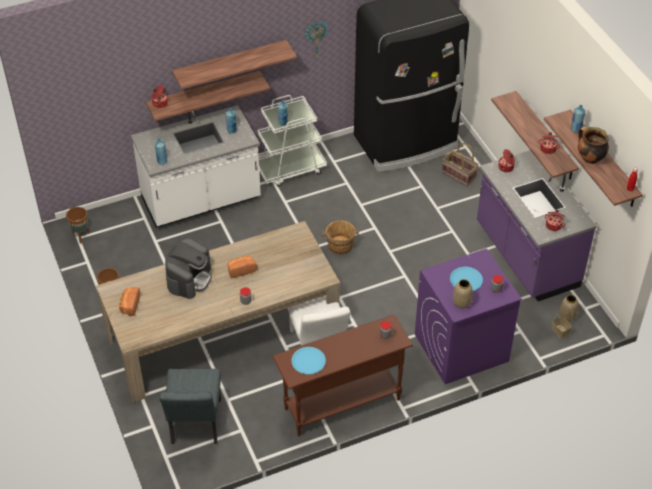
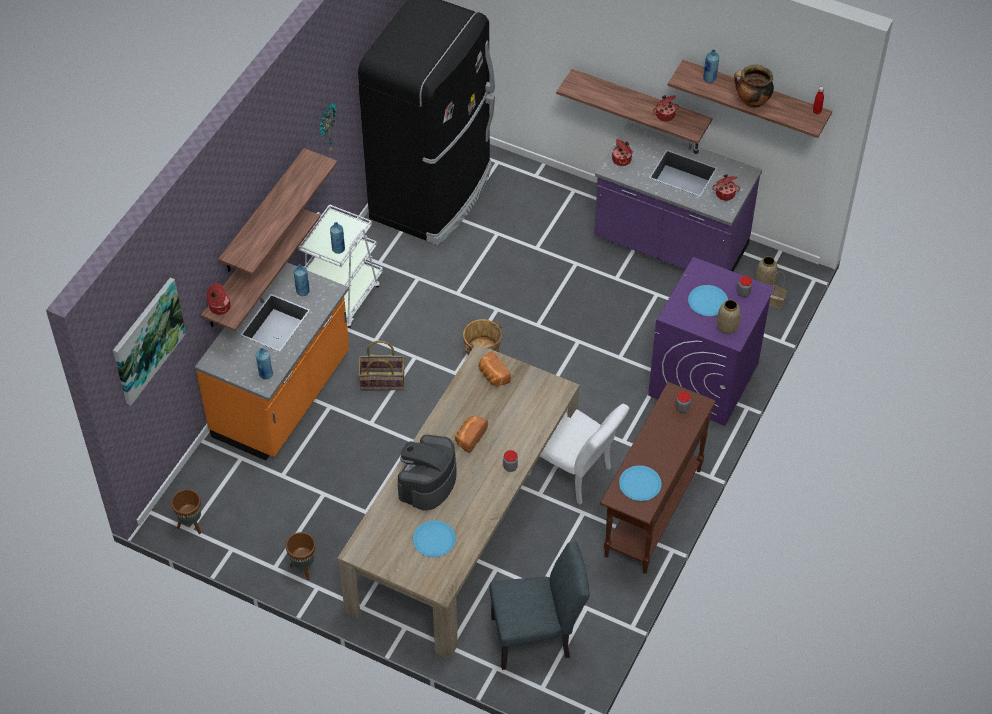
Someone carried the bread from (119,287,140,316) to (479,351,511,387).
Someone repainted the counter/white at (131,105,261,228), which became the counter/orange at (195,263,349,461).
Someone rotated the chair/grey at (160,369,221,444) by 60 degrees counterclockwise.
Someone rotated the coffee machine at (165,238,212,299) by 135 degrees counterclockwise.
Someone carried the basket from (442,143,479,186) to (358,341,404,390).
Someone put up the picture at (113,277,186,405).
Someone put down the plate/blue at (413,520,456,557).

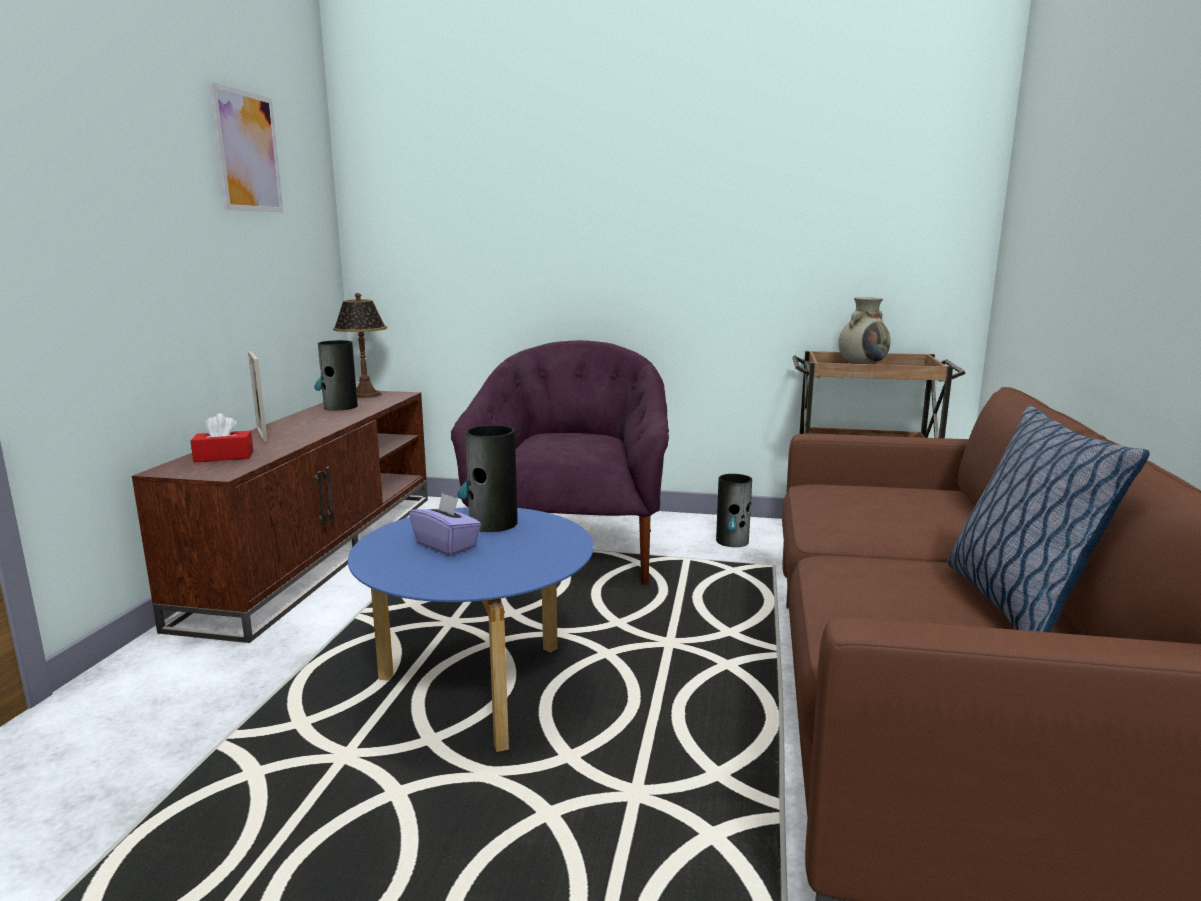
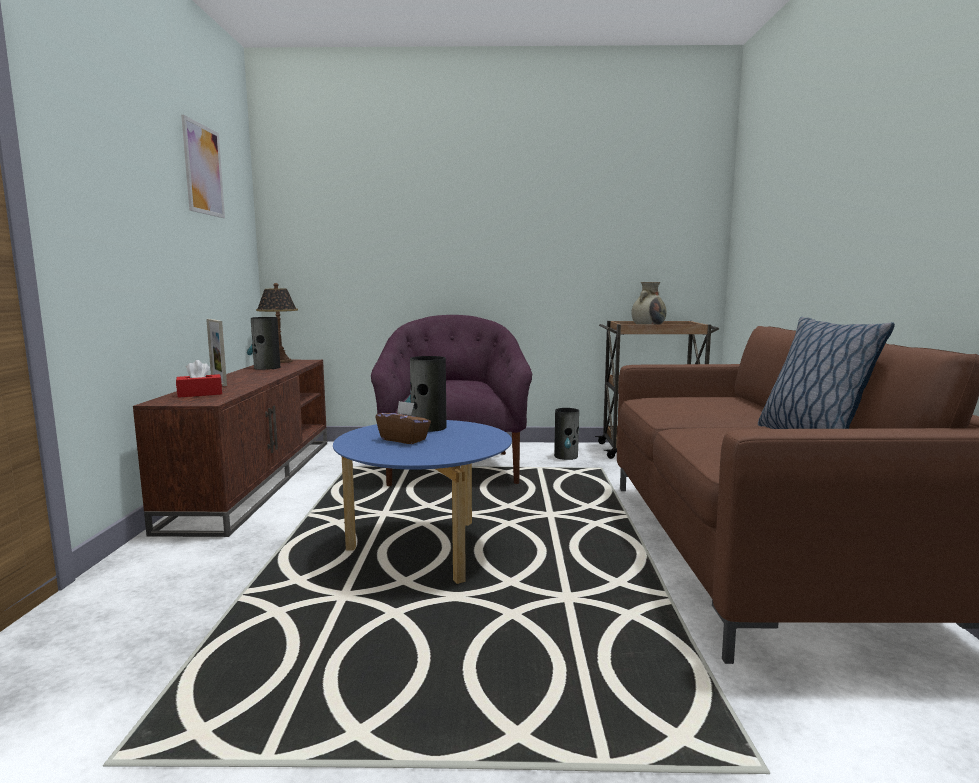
Someone repainted the tissue box/purple at (409,493,482,556), which became the tissue box/brown at (376,401,431,444).

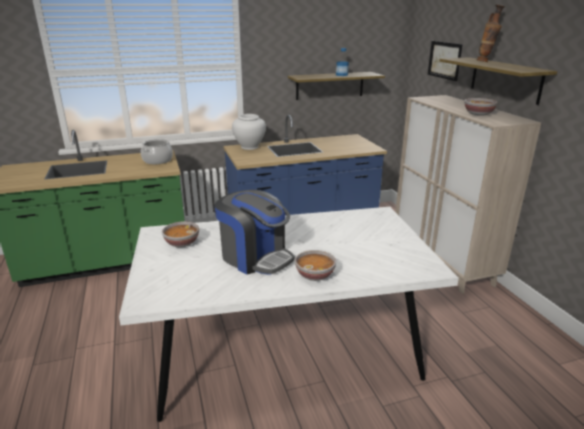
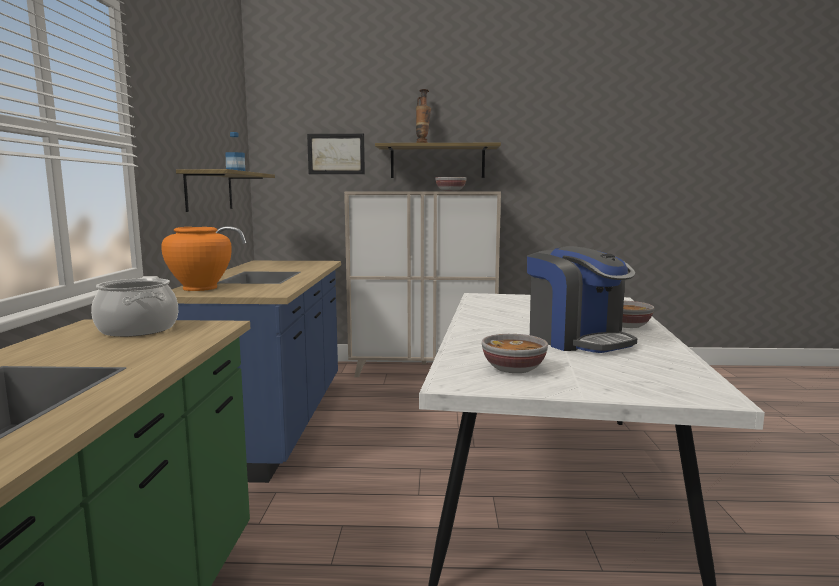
Someone rotated the coffee machine at (214,190,295,275) by 90 degrees clockwise.
Someone repainted the vase/white at (232,114,266,150), which became the vase/orange at (161,227,232,291).

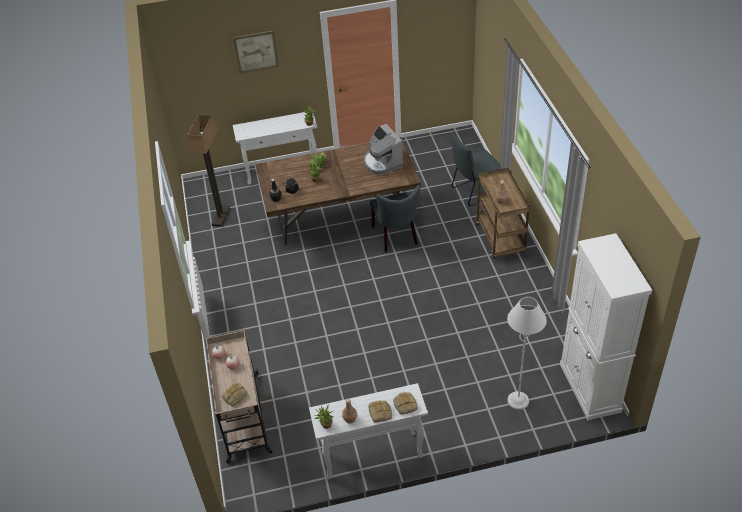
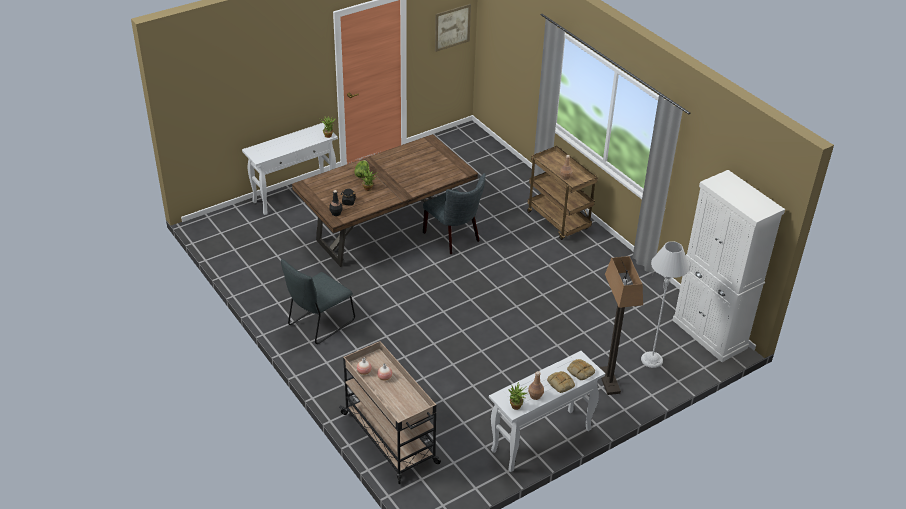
Someone carried the floor lamp from (187,114,230,227) to (599,256,643,395).
Someone took away the bread at (222,383,247,406).
Someone carried the picture from (233,30,279,74) to (435,4,471,52).
Someone took away the coffee machine at (363,124,404,175).
Someone carried the chair/grey from (451,132,501,206) to (281,259,355,344).

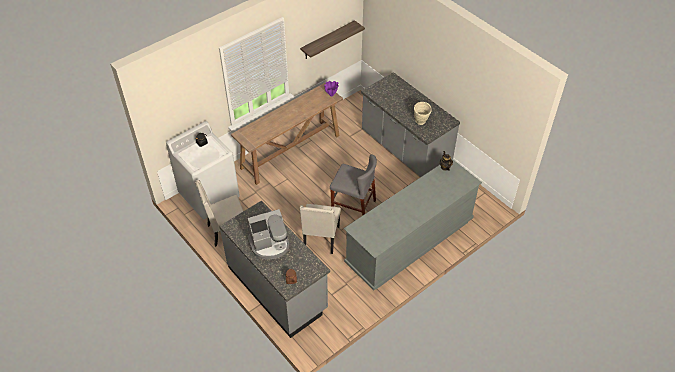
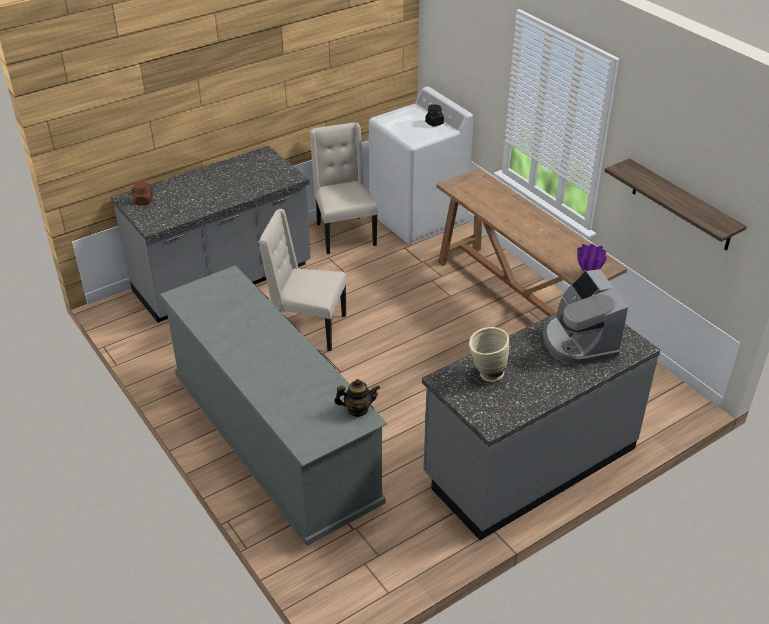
Someone carried the coffee machine from (247,209,289,259) to (542,269,628,365).
Someone took away the chair/grey at (330,155,377,216).

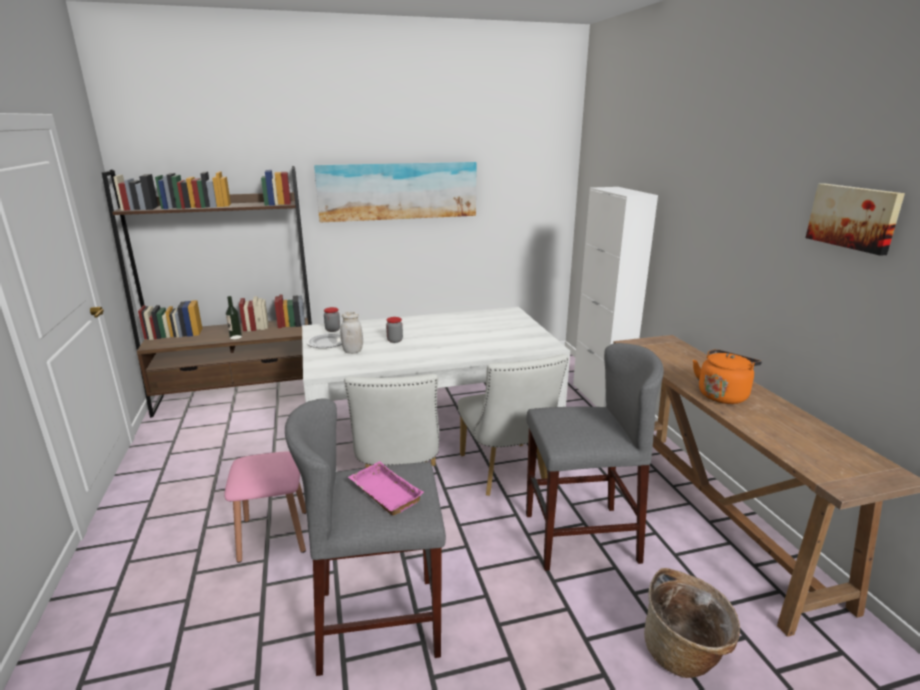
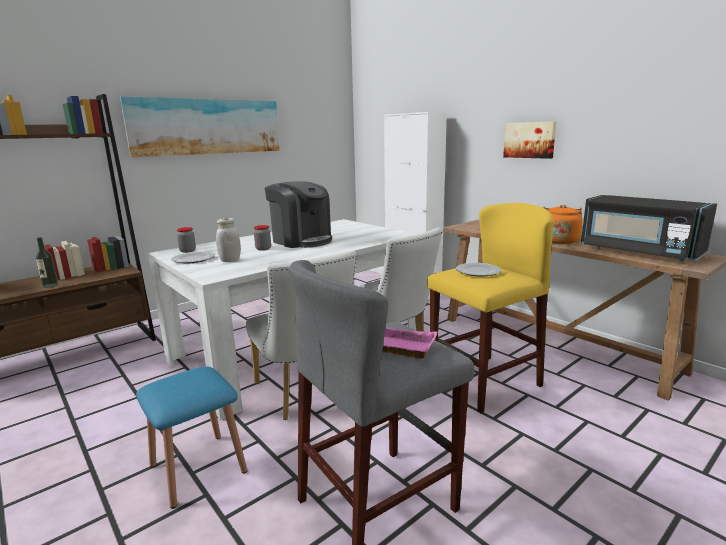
Someone repainted the stool/pink at (224,451,306,563), which became the stool/blue at (136,366,247,509).
Someone repainted the stool/grey at (526,343,664,571), which became the stool/yellow at (427,203,554,413).
Someone took away the basket at (644,568,740,678).
Someone carried the picture from (806,183,905,256) to (503,121,557,159).
Someone put down the coffee machine at (265,181,332,248).
Someone put down the plate at (456,263,501,276).
Someone put down the microwave/black at (581,195,717,262).

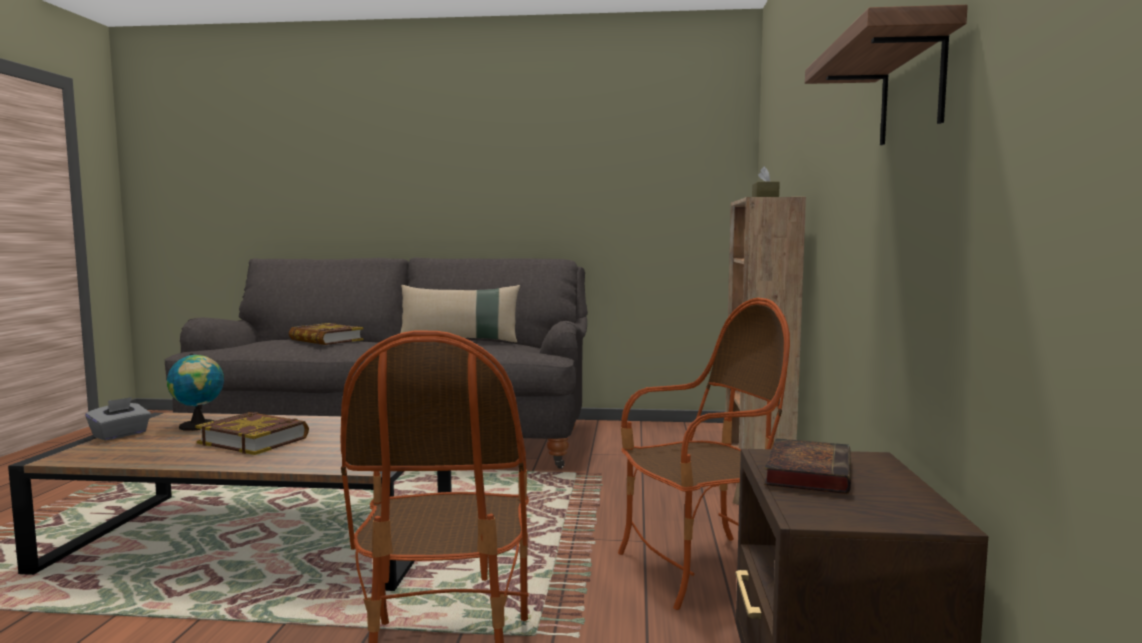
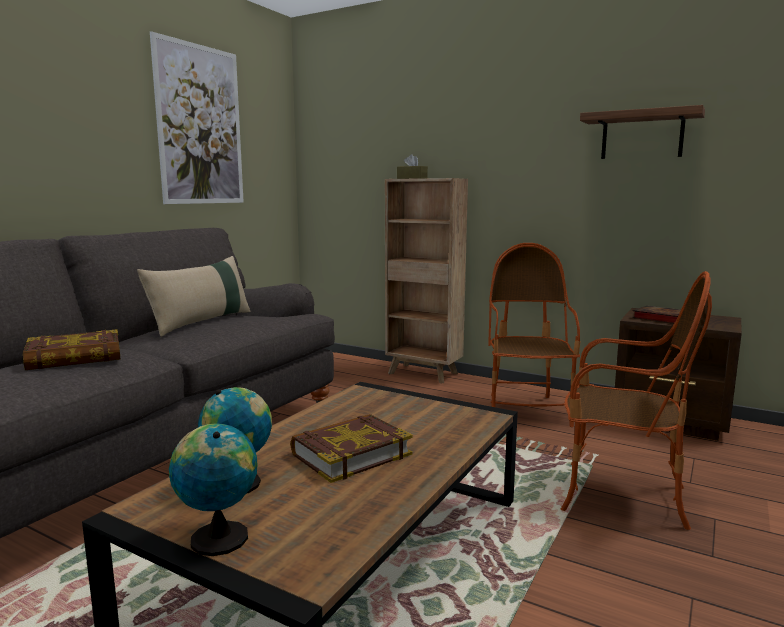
Someone swapped the tissue box/grey at (86,397,151,441) for the globe at (169,423,257,556).
Someone put up the picture at (150,31,244,204).

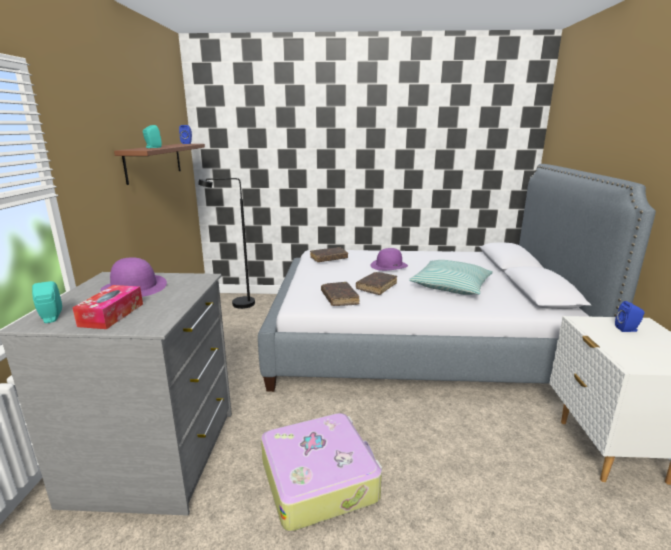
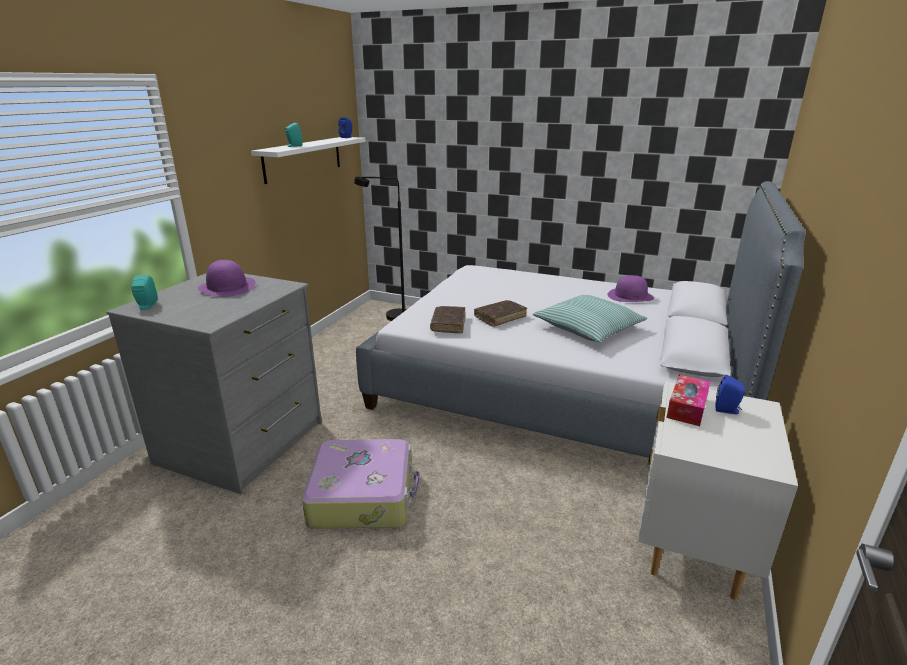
Someone carried the tissue box from (72,285,143,329) to (666,375,711,426).
Someone repainted the shelf/brown at (114,144,205,185), which became the shelf/white at (251,137,365,184).
Someone took away the book/brown at (310,247,348,262).
Someone carried the hat/purple from (370,248,408,271) to (607,275,654,302).

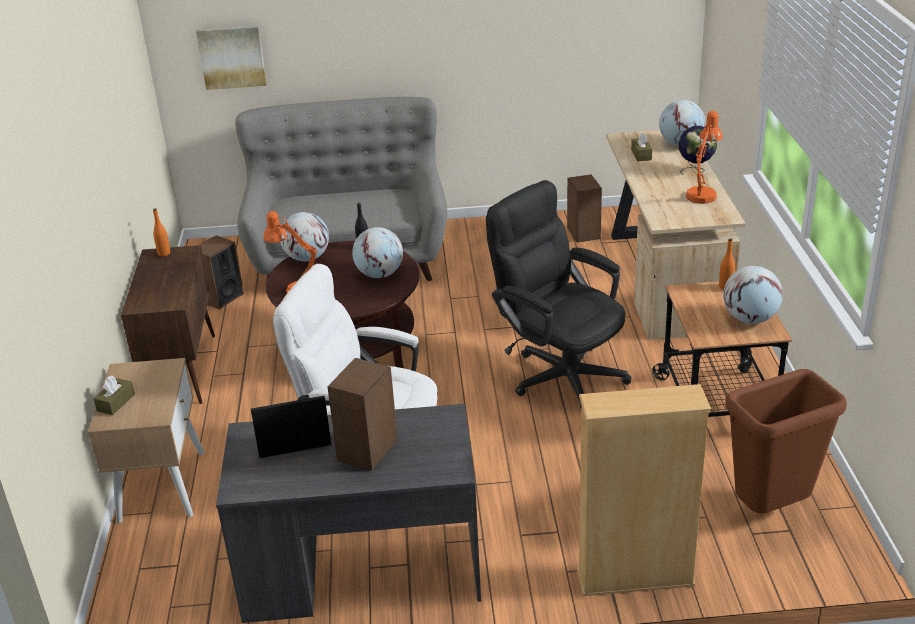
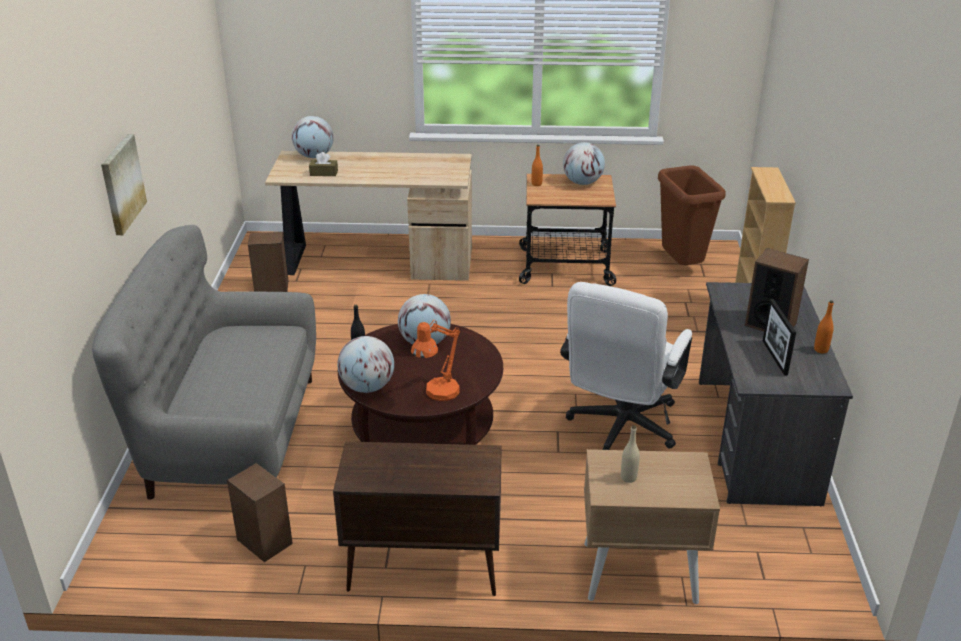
Someone took away the tissue box/brown at (93,376,135,415).
Someone carried the bottle/orange from (153,208,170,256) to (814,300,834,354).
Someone carried the picture from (196,26,267,90) to (101,134,147,235).
Someone took away the office chair/black at (486,180,631,408).
Someone took away the globe at (679,125,717,175).
Someone took away the table lamp/orange at (686,111,723,204).
Someone put down the bottle/beige at (621,425,640,483).

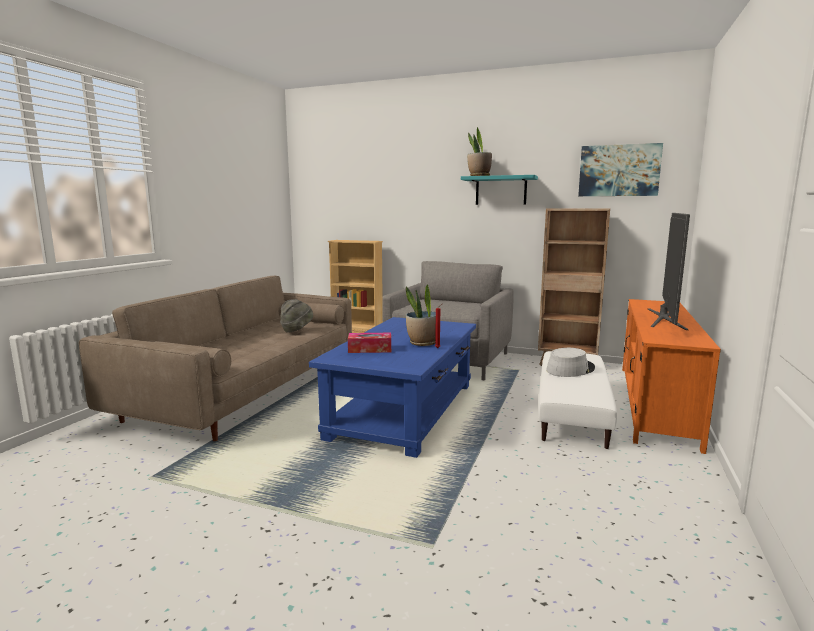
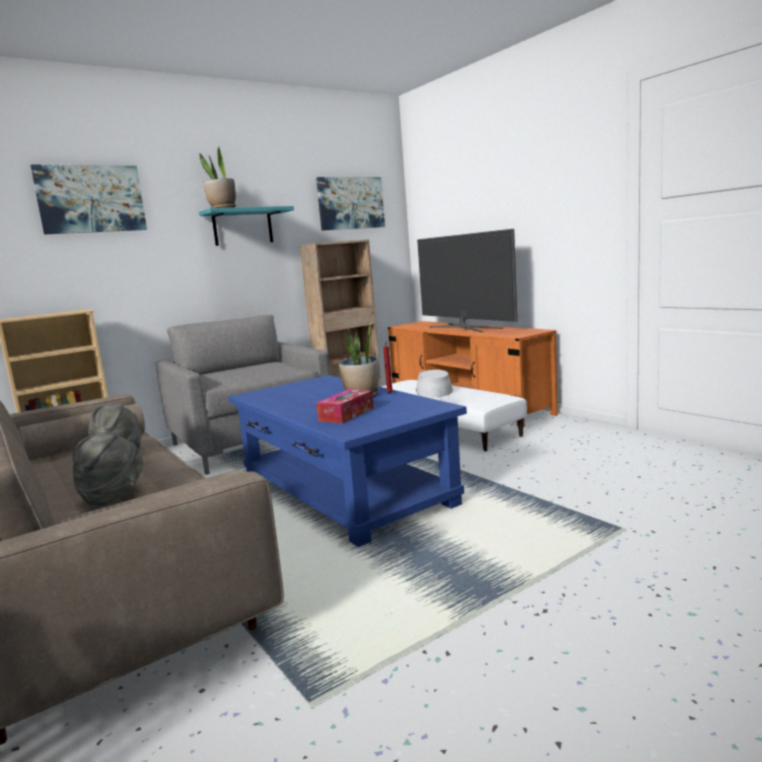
Someone put up the picture at (30,164,147,235).
Someone put down the hat/grey at (73,433,143,506).

